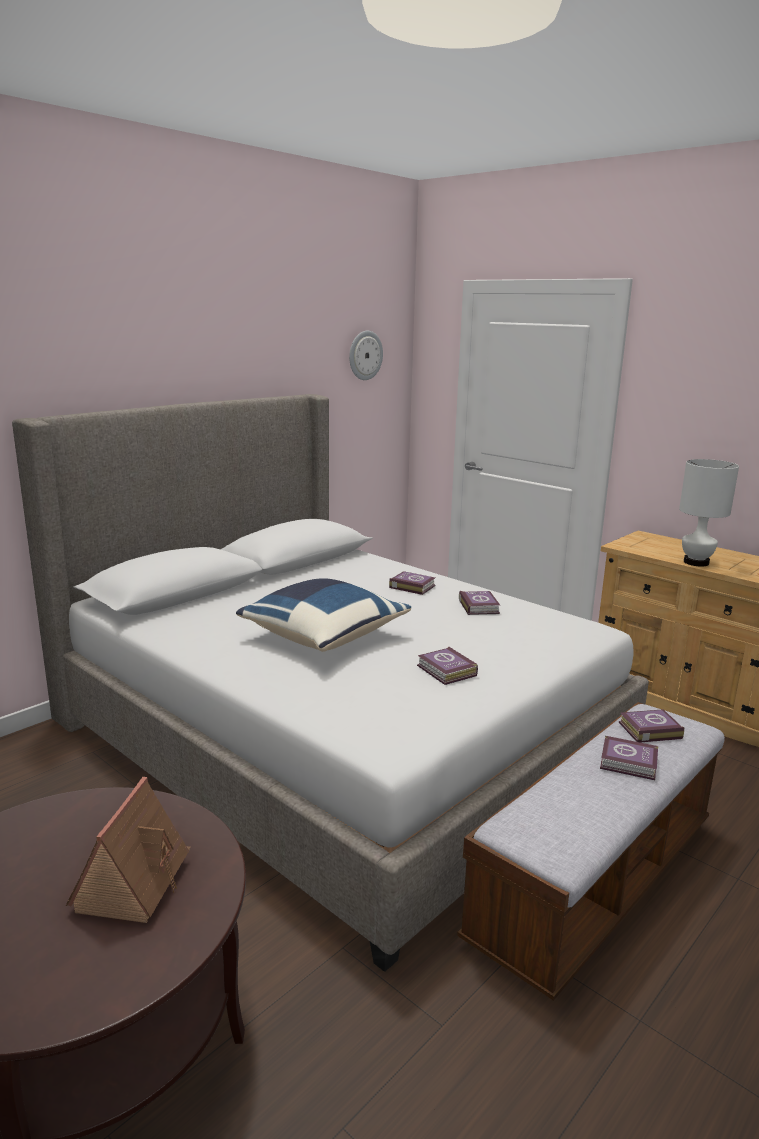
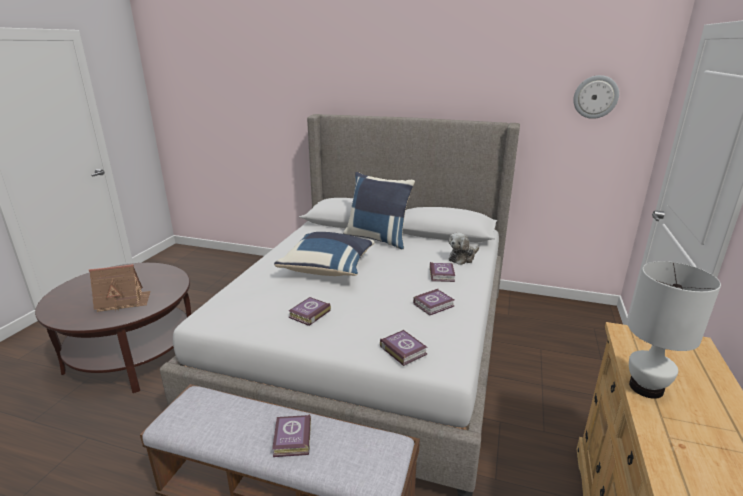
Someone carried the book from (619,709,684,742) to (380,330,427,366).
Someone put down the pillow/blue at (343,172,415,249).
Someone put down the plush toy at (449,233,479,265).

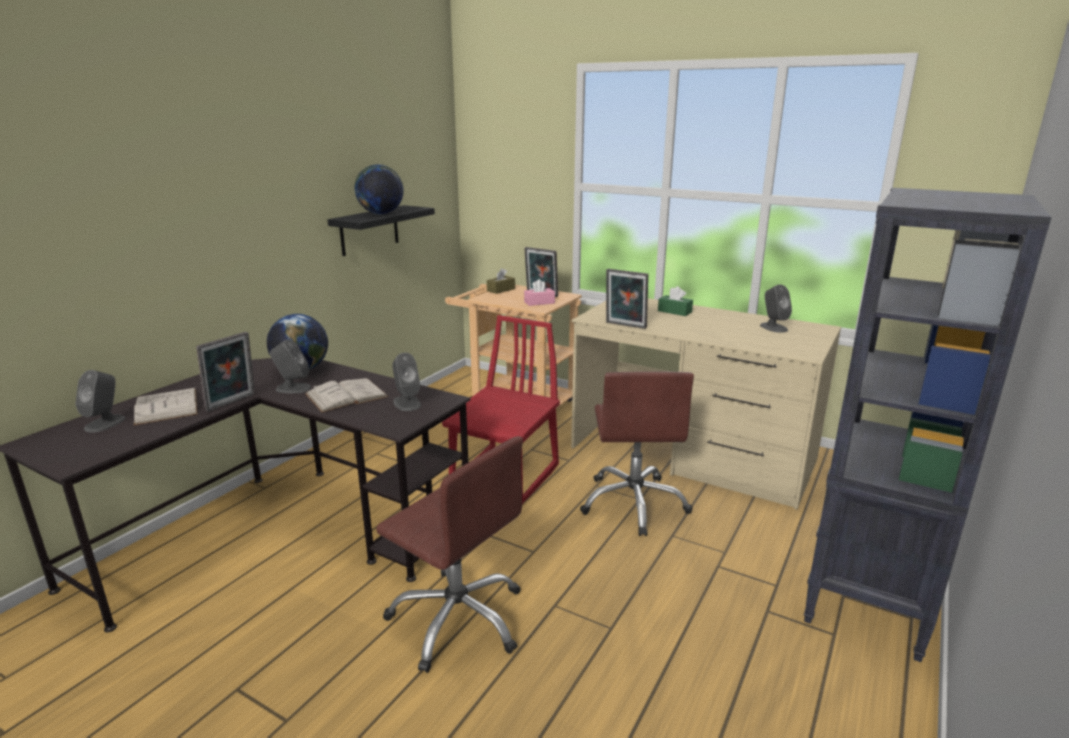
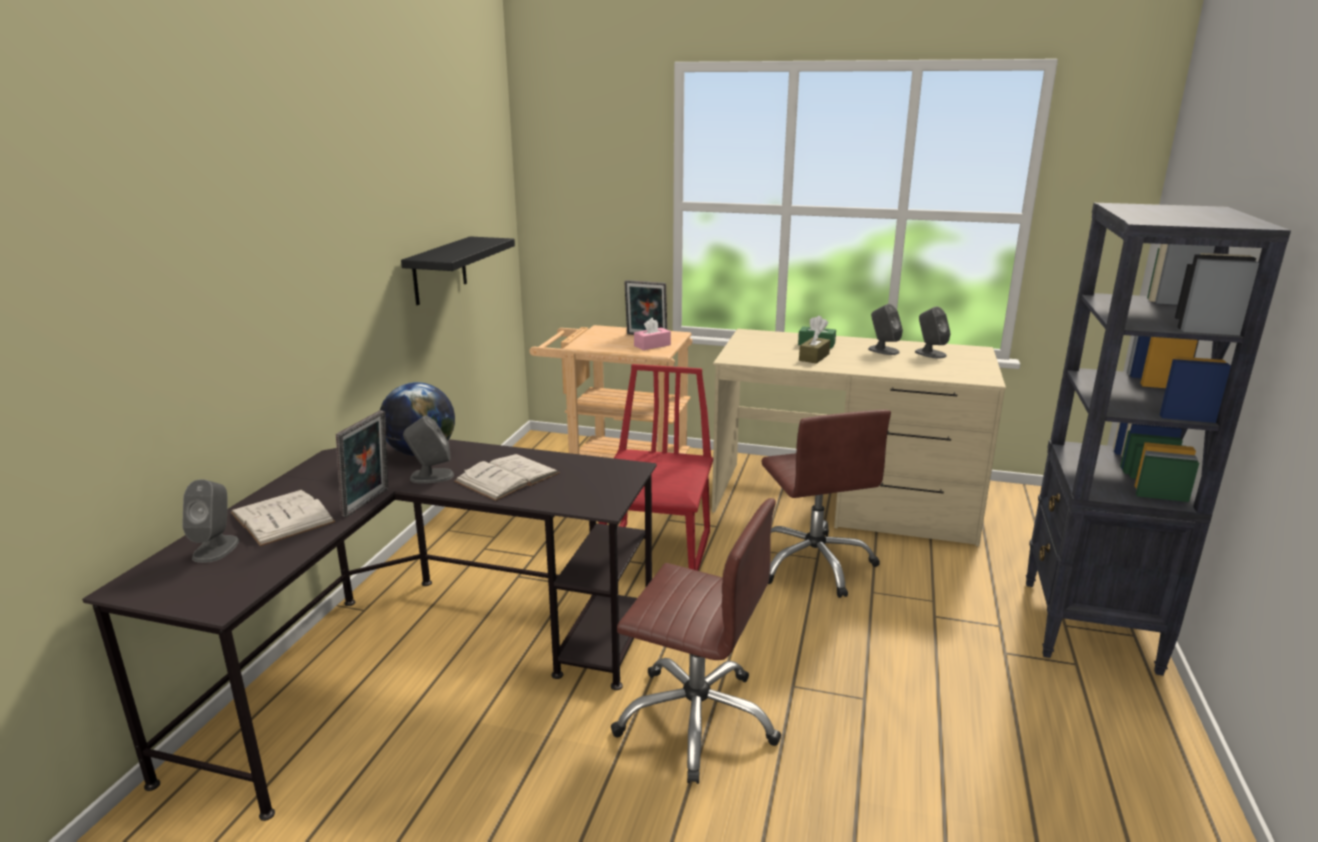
Someone took away the globe at (354,164,404,214).
Someone carried the speaker/grey from (392,353,421,411) to (868,304,903,355).
Someone carried the tissue box/brown from (487,268,515,294) to (799,328,830,364).
Someone took away the picture frame at (606,269,648,329).

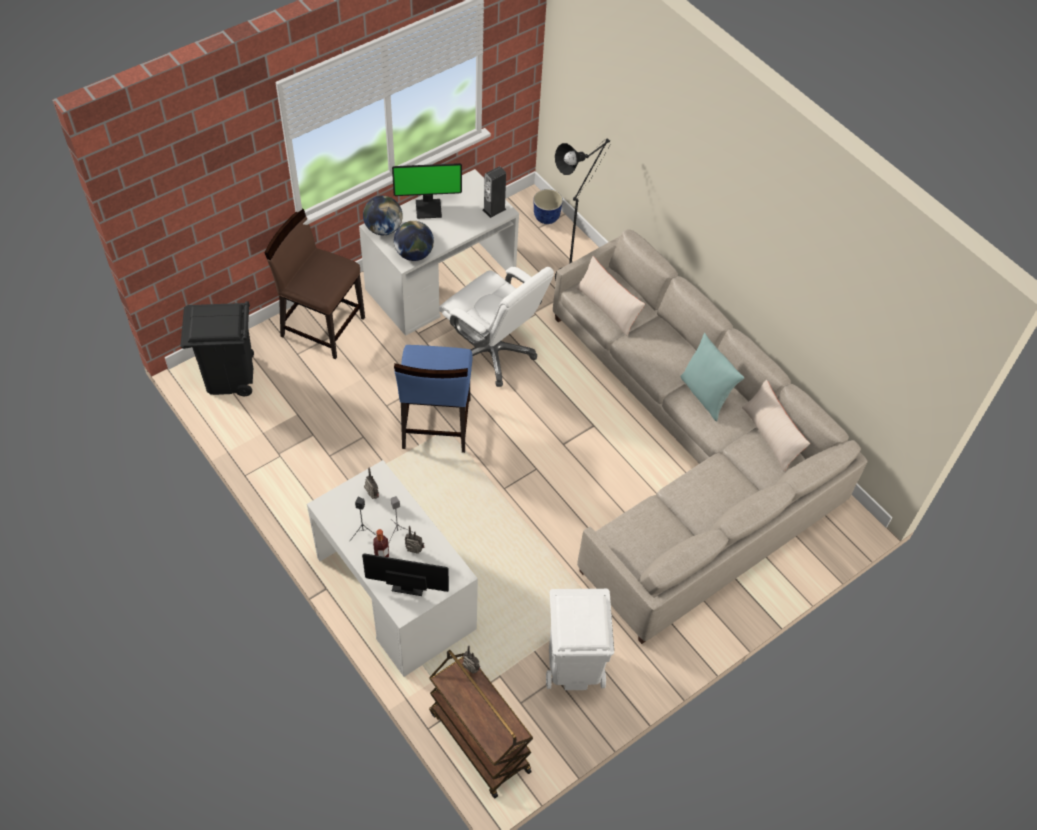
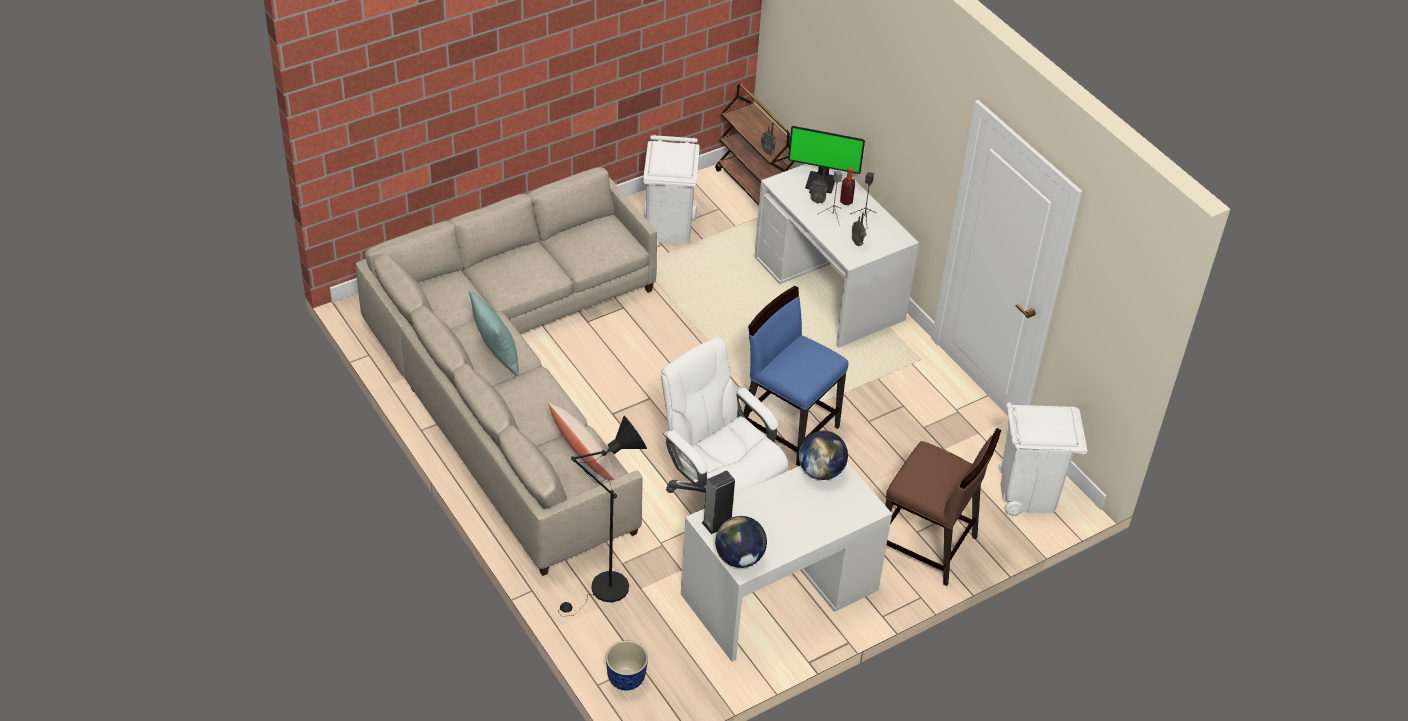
Someone repainted the trash can/black at (181,301,254,396), which became the trash can/white at (999,403,1087,516).
Someone carried the globe from (363,196,403,235) to (715,516,767,568).
Someone took away the monitor at (392,163,462,219).
Someone rotated the chair/blue at (394,345,473,453) by 60 degrees counterclockwise.
Someone took away the pillow/beige at (742,380,810,472).

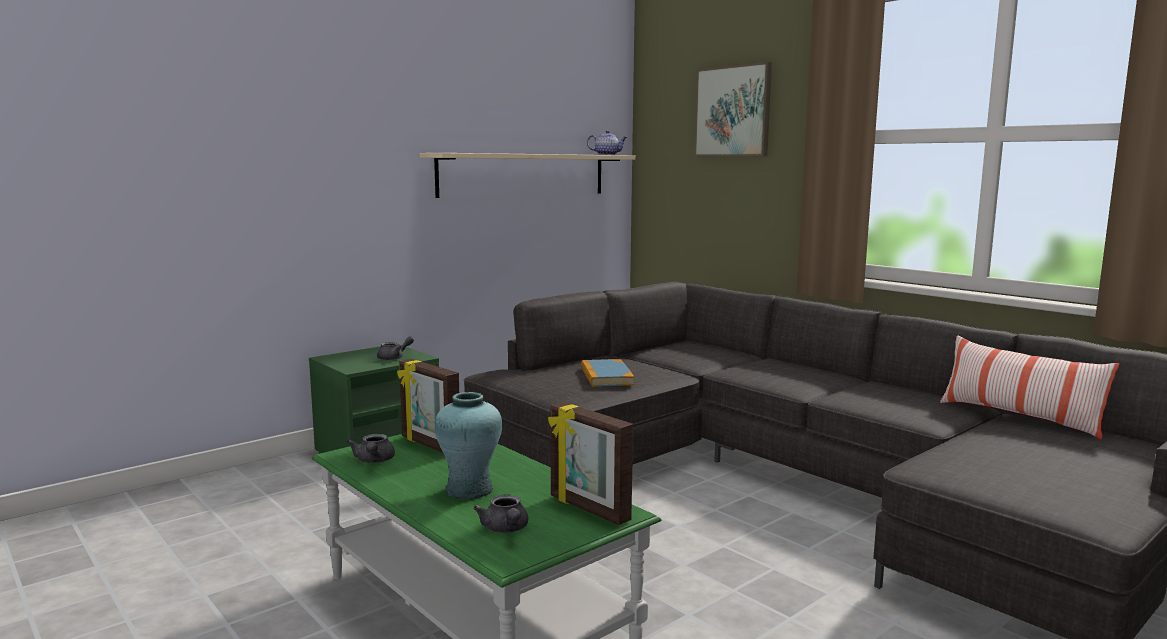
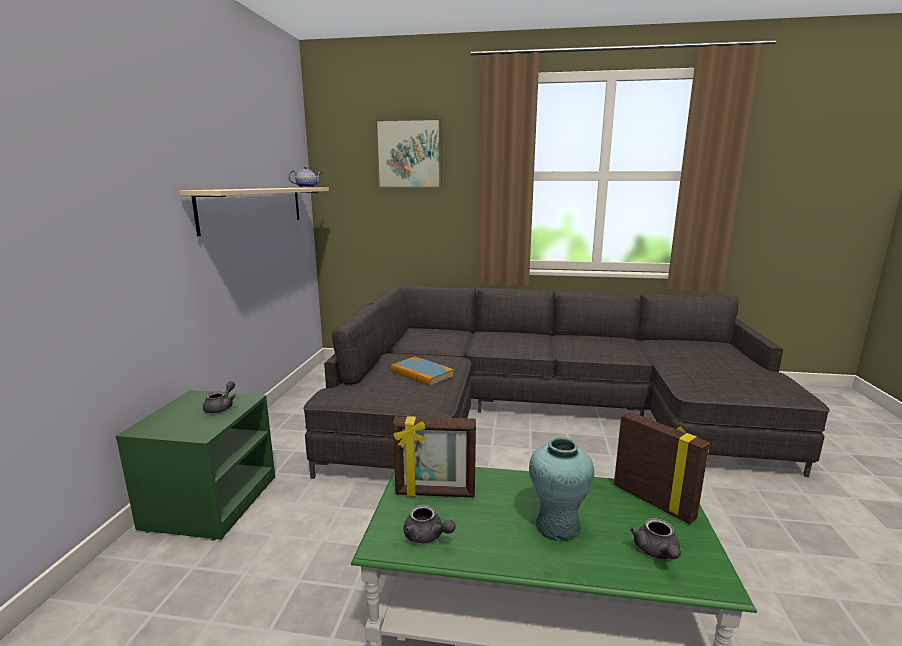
Someone rotated the teapot/grey at (474,494,528,533) by 60 degrees clockwise.
Someone rotated the picture frame at (548,402,633,525) by 135 degrees counterclockwise.
Someone took away the pillow at (940,335,1120,439).

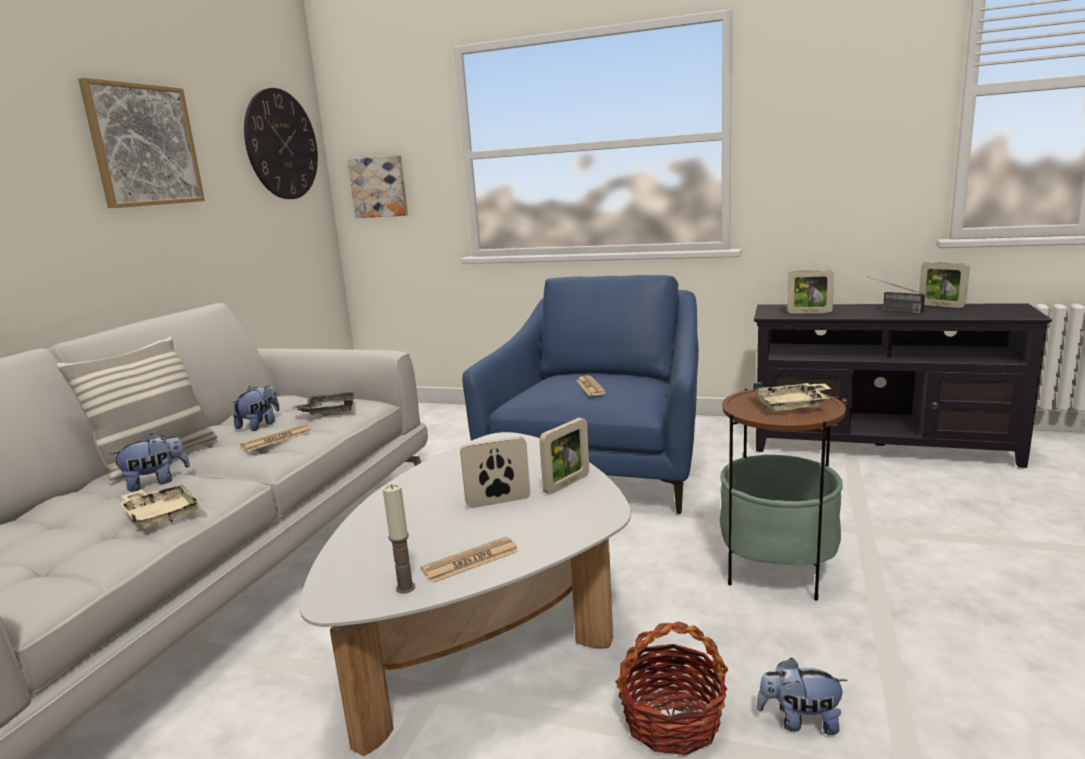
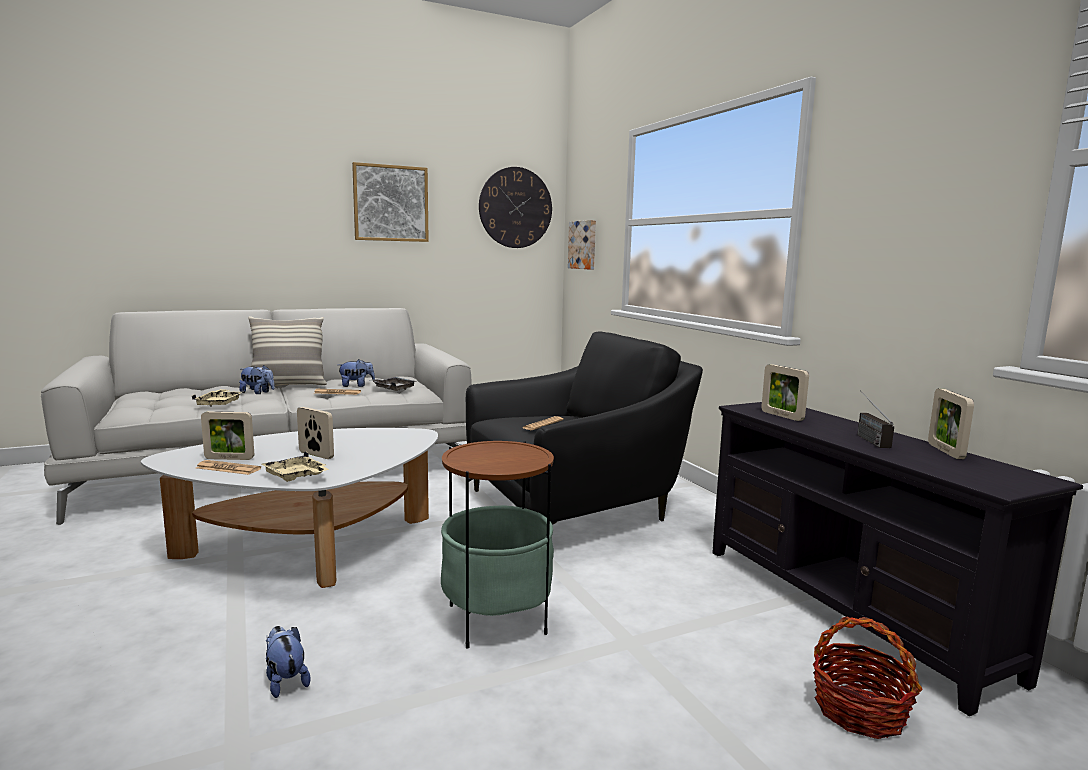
Someone took away the candle at (383,484,415,594).
Someone repainted the armchair/blue at (462,275,699,514), which became the armchair/black at (466,332,703,525).
Someone carried the picture frame from (539,418,589,494) to (201,411,254,460).
Someone carried the basket from (615,621,728,755) to (813,616,923,739).
Someone carried the tray/beige from (753,382,832,411) to (261,451,329,482).

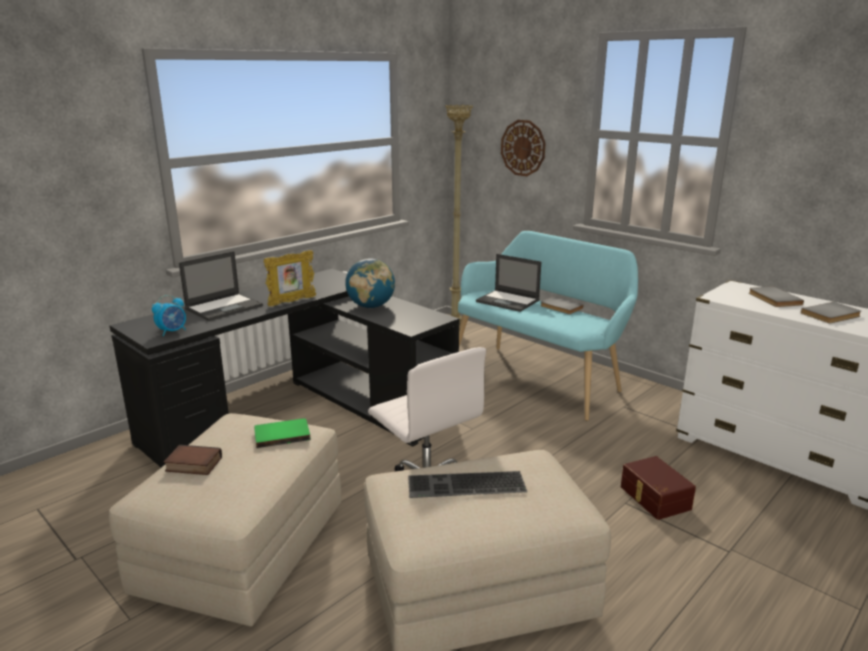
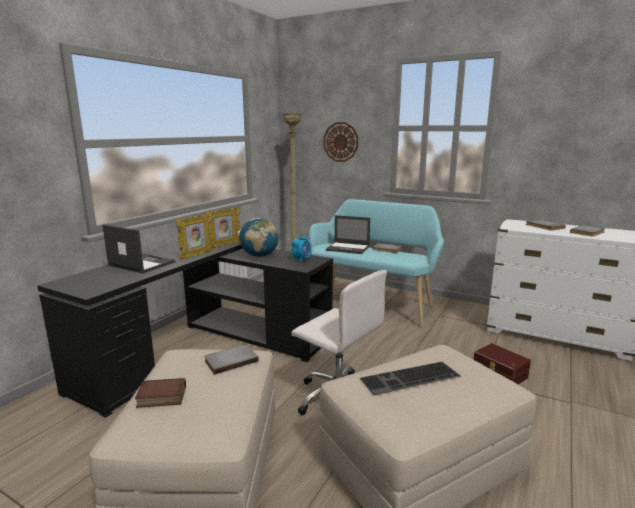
Someone carried the alarm clock from (152,295,186,336) to (292,234,311,262).
Someone rotated the laptop at (179,251,263,321) by 90 degrees counterclockwise.
Someone repainted the book/green at (254,418,311,448), which became the book/grey at (204,344,259,375).
Someone put down the picture frame at (205,207,241,248).

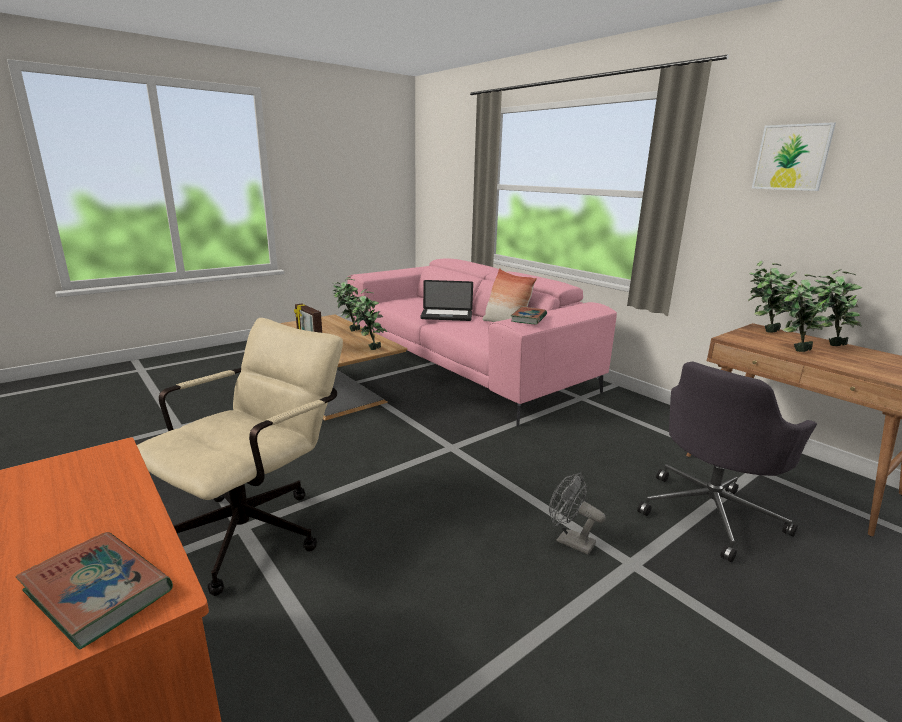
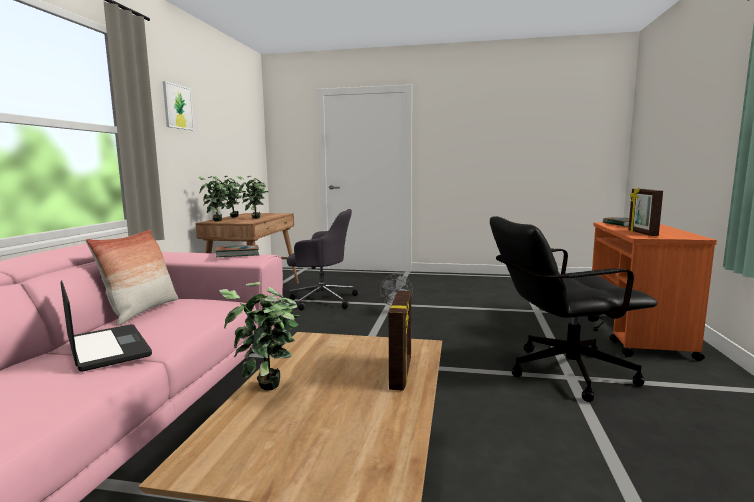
Someone repainted the office chair/beige at (137,318,343,596), which became the office chair/black at (490,216,657,402).
Someone took away the potted plant at (348,289,387,350).
Someone put down the picture frame at (628,187,663,236).

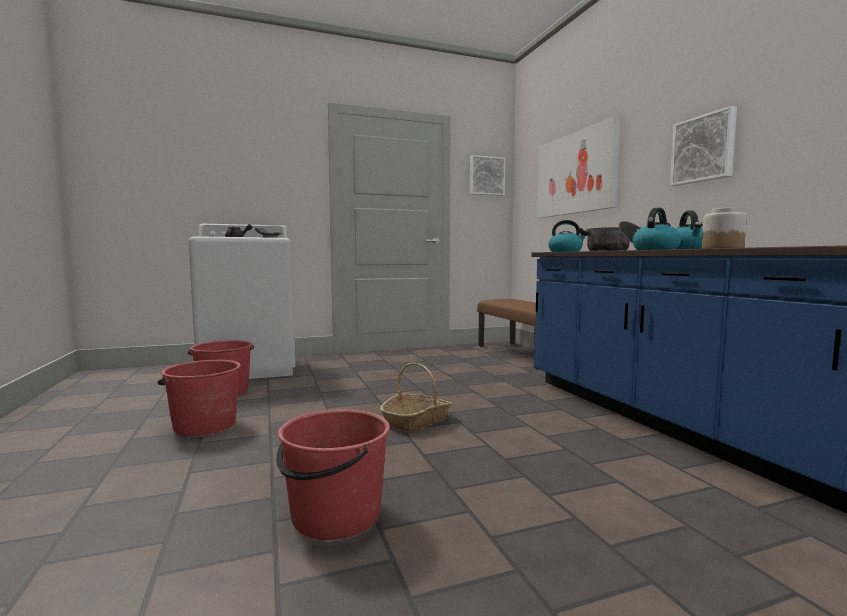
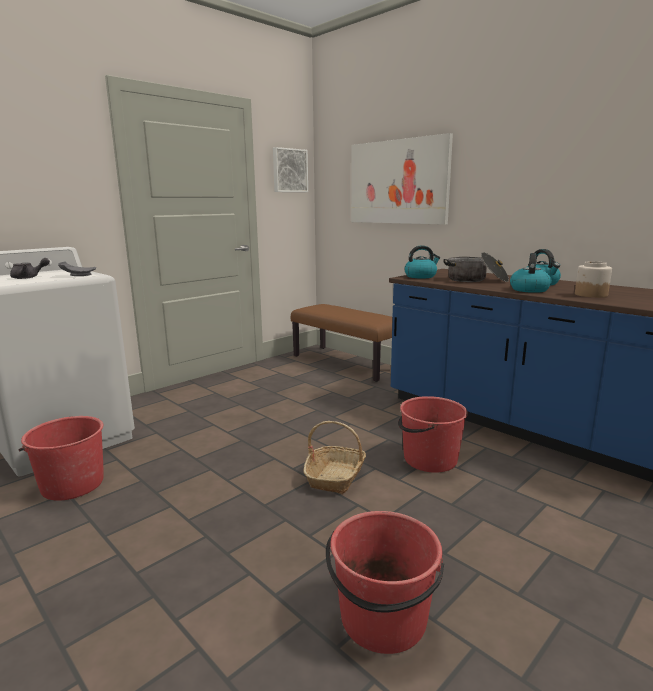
Someone carried the bucket/red from (158,360,241,436) to (398,396,468,473).
Someone took away the picture at (670,106,737,186).

